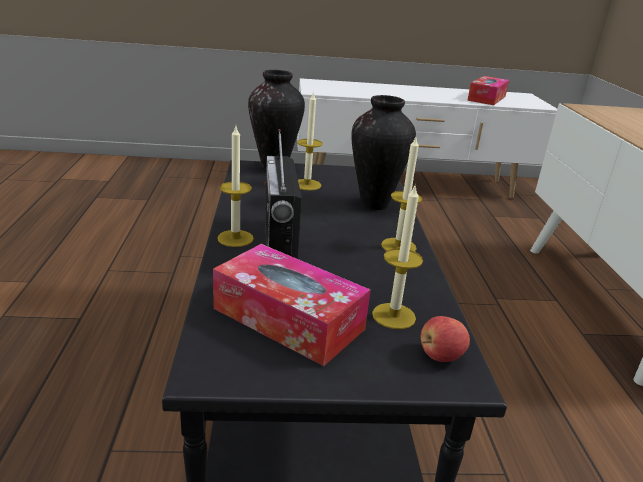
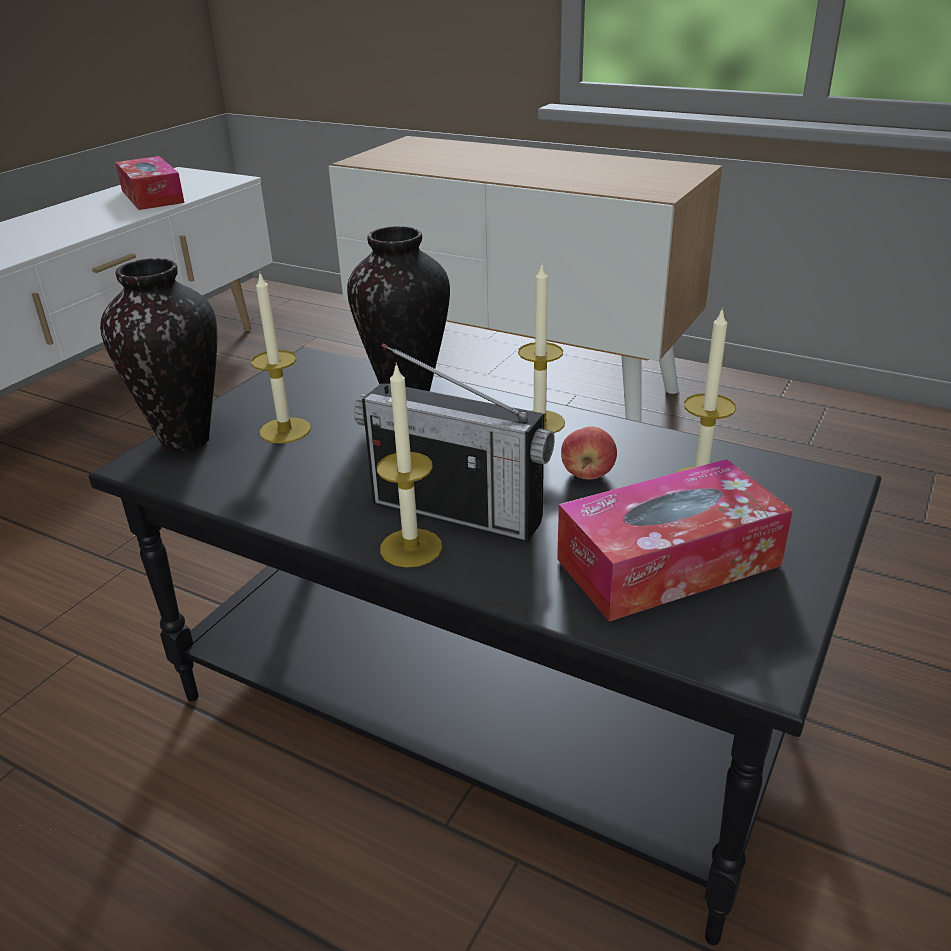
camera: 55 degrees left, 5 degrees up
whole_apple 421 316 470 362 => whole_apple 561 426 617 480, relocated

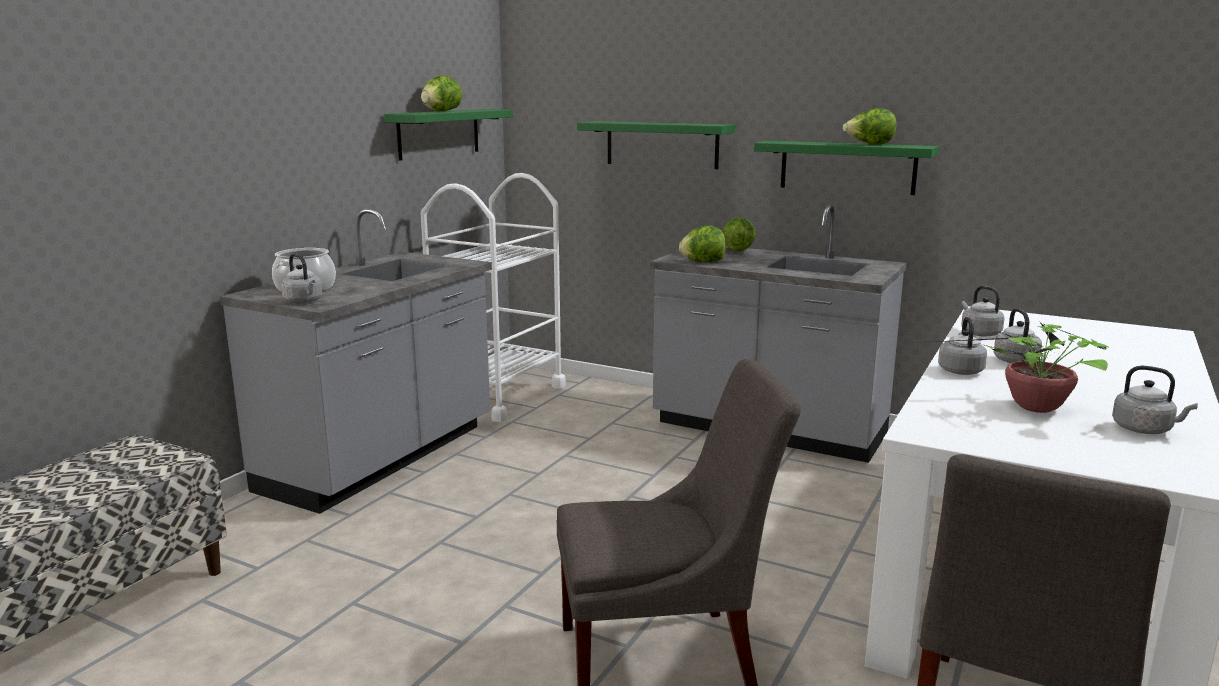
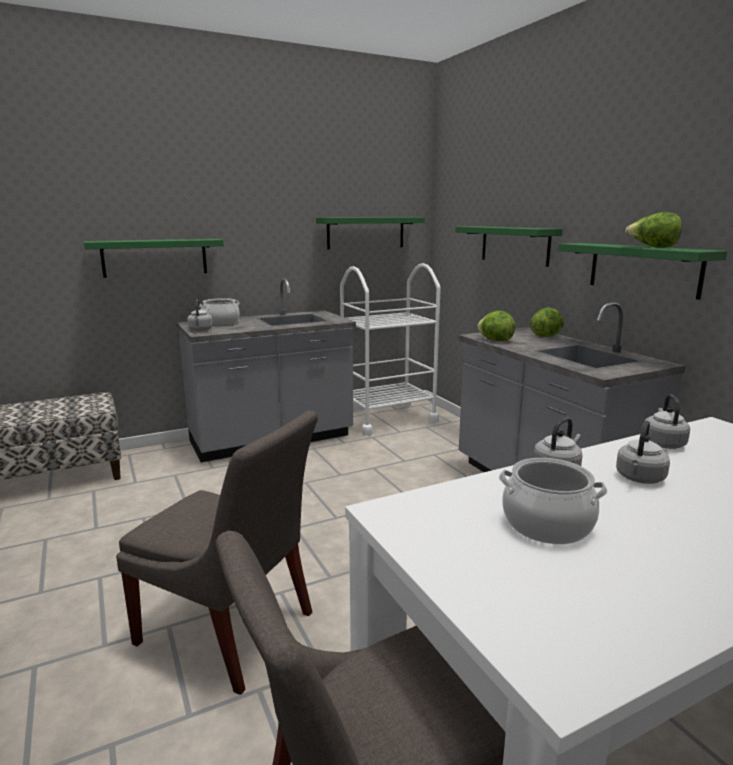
camera: 35 degrees right, 0 degrees up
nothing => green-coloured_shelf 83 239 224 278
plant_in_a_pot 914 321 1110 413 => stockpot 499 458 608 544
lettuce 421 75 462 112 => nothing
gray_tea_kettle 1112 366 1198 434 => nothing

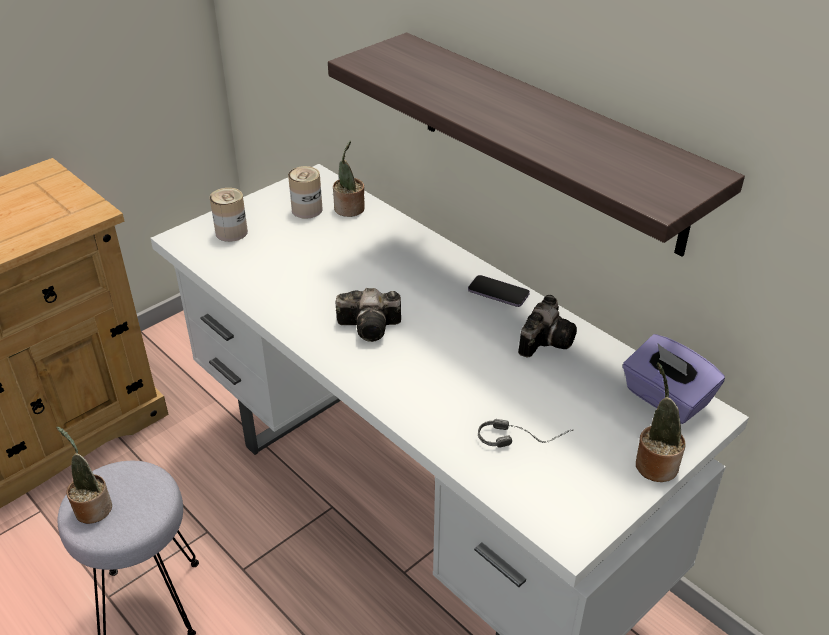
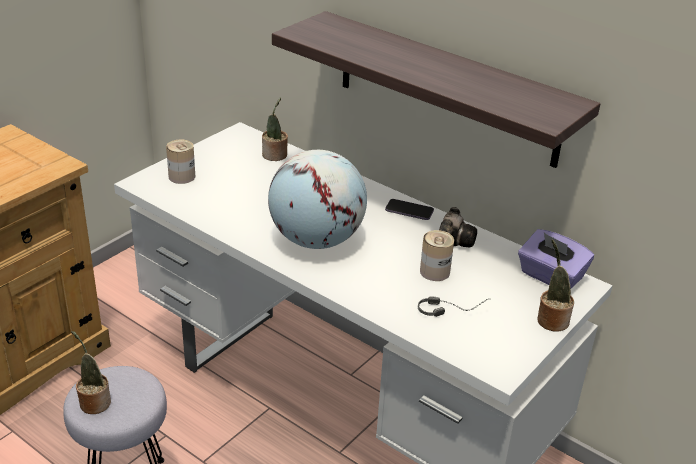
camera: 10 degrees left, 5 degrees down
still_camera 336 288 401 342 => desk_globe 268 150 367 249
can 288 166 323 219 => can 420 230 454 281, relocated

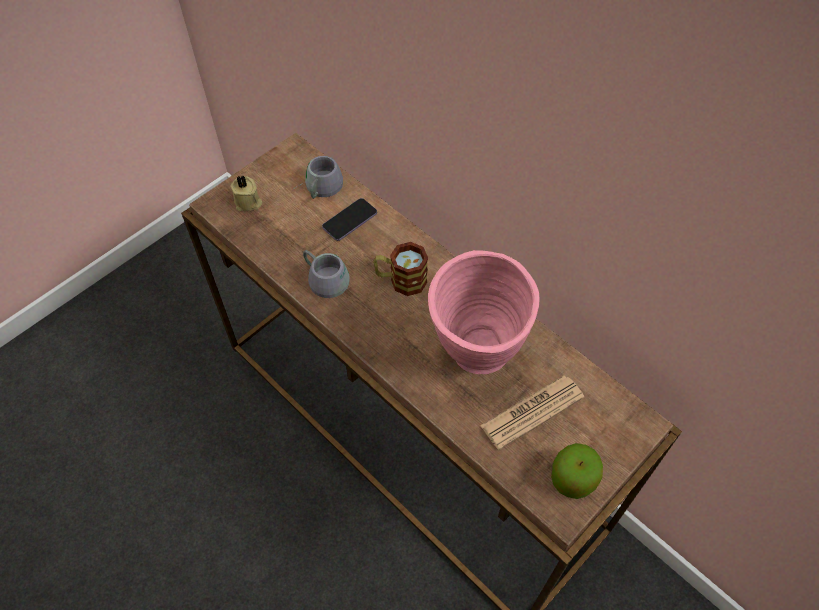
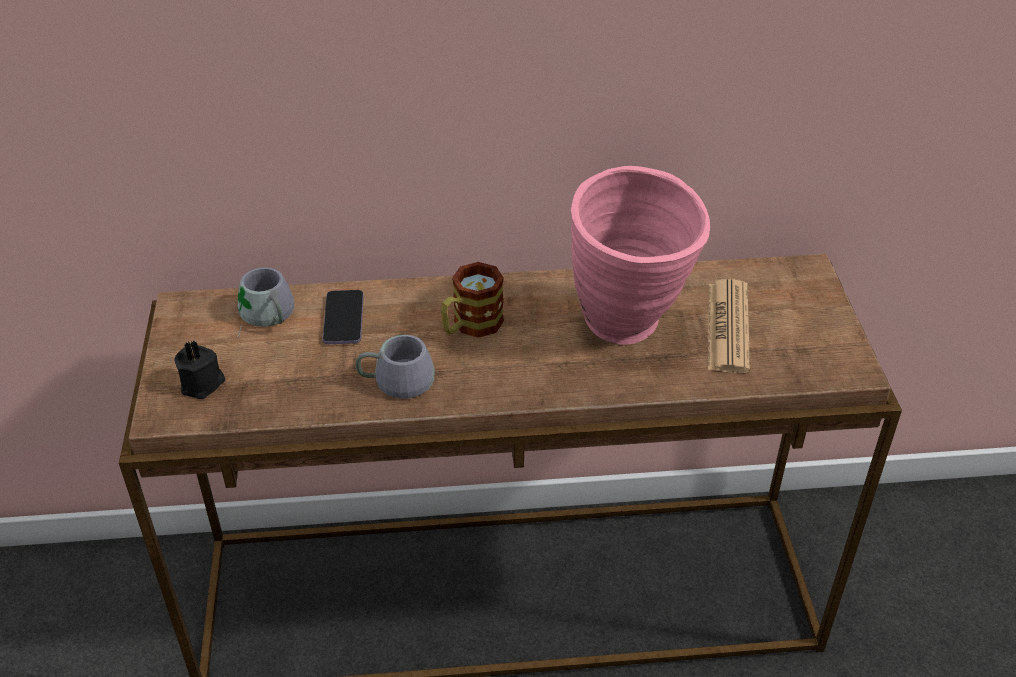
camera: 50 degrees left, 15 degrees down
beige_wax_light 231 176 262 211 => black_wax_light 175 341 225 399
whole_apple 551 443 603 499 => nothing

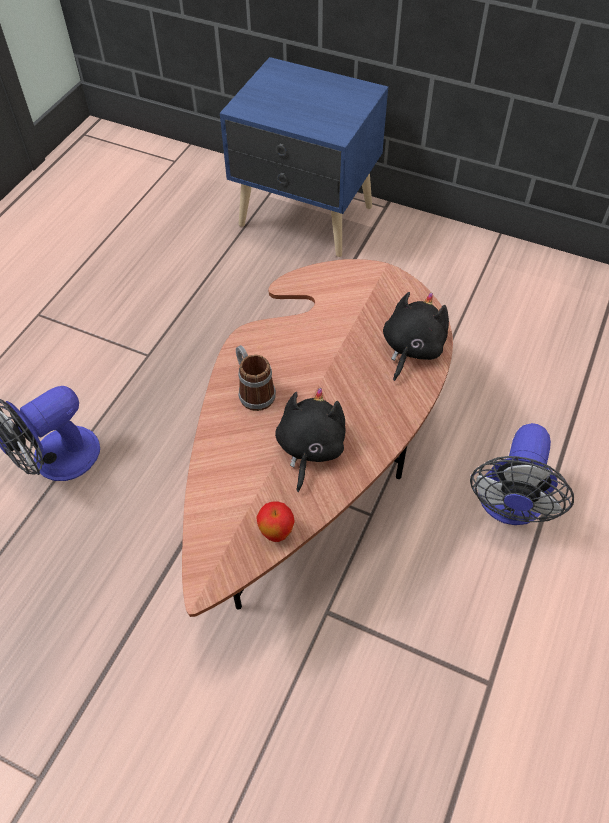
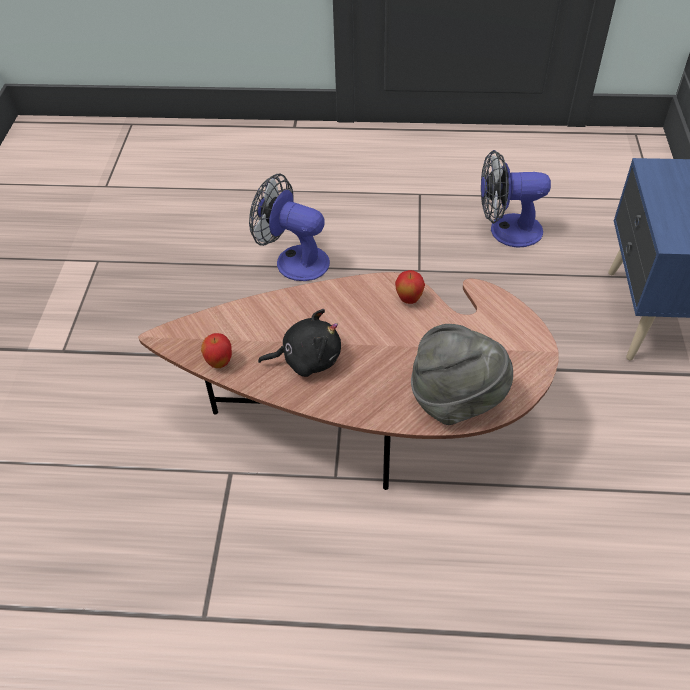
camera: 70 degrees right, 5 degrees down
nothing => whole_apple 395 270 425 304
black_plush_toy 383 292 449 381 => gray_clothing_hat 411 324 513 425
cooling_fan 470 423 574 525 => cooling_fan 481 150 551 248, relocated
mug 236 345 276 411 => nothing

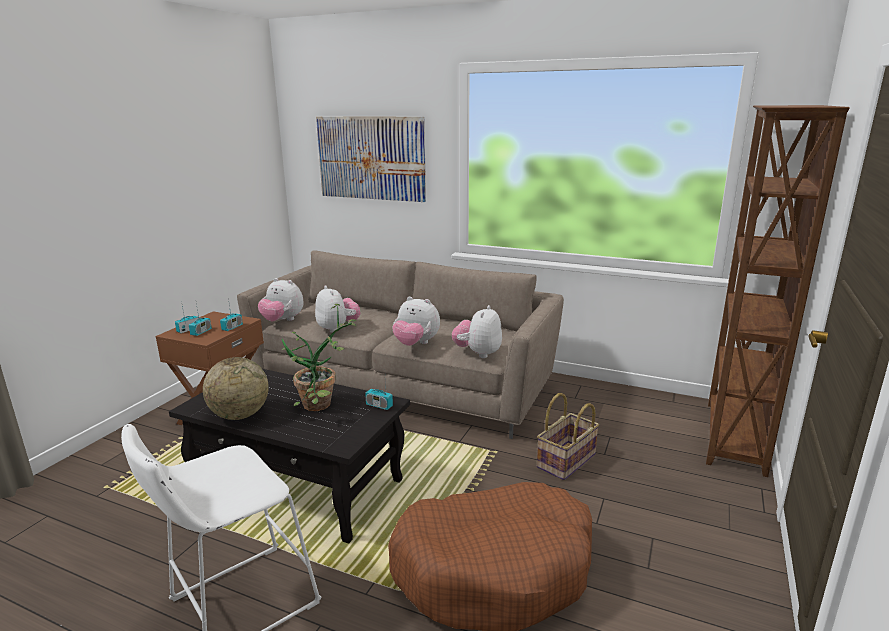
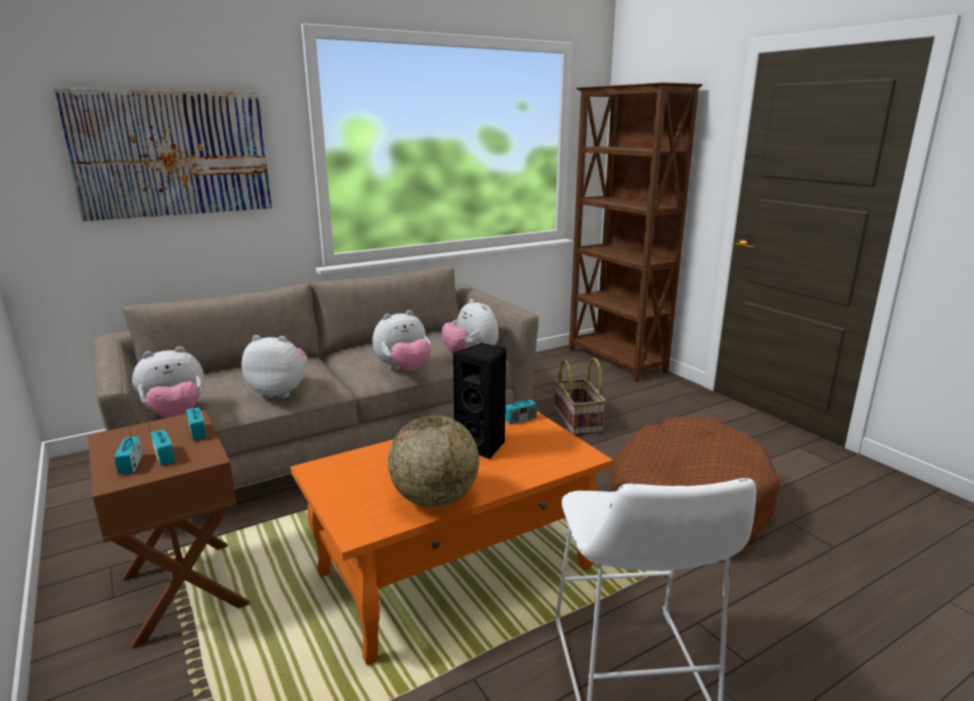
camera: 55 degrees left, 0 degrees up
black_lounge_table 169 369 410 543 => orange_lounge_table 291 411 613 665
plant_in_a_pot 282 304 357 411 => black_speaker 453 343 506 459

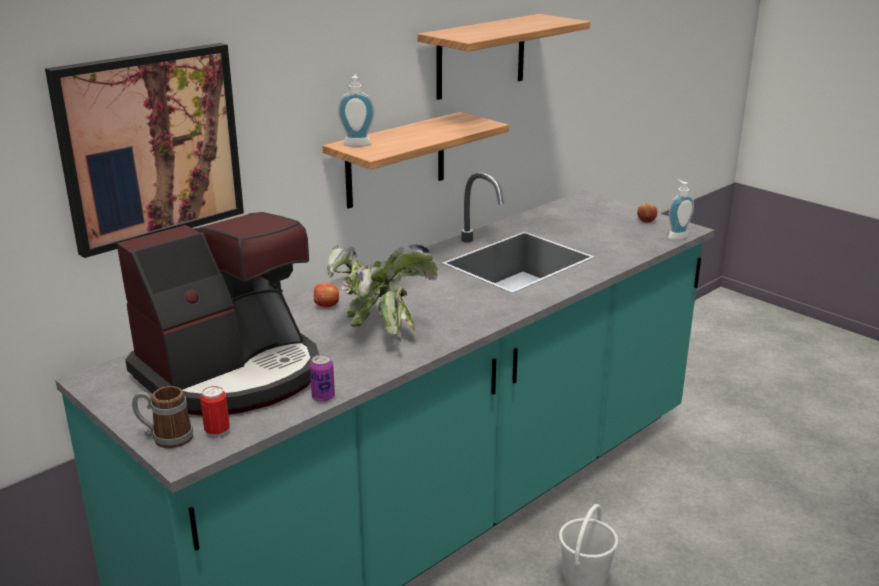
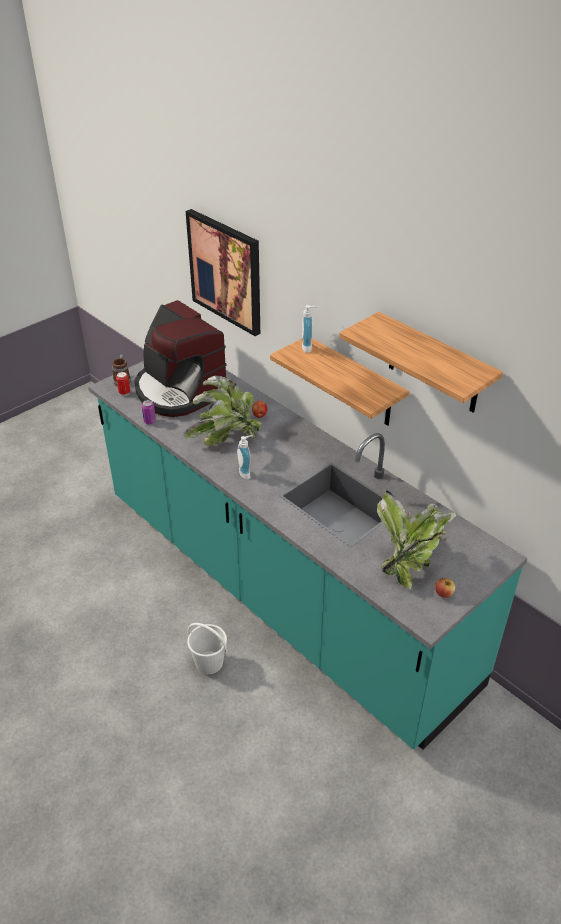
camera: 90 degrees right, 15 degrees up
liquid_soap_bottle 668 179 694 240 => liquid_soap_bottle 237 435 253 480, relocated
nothing => plant_in_a_pot 377 491 457 589

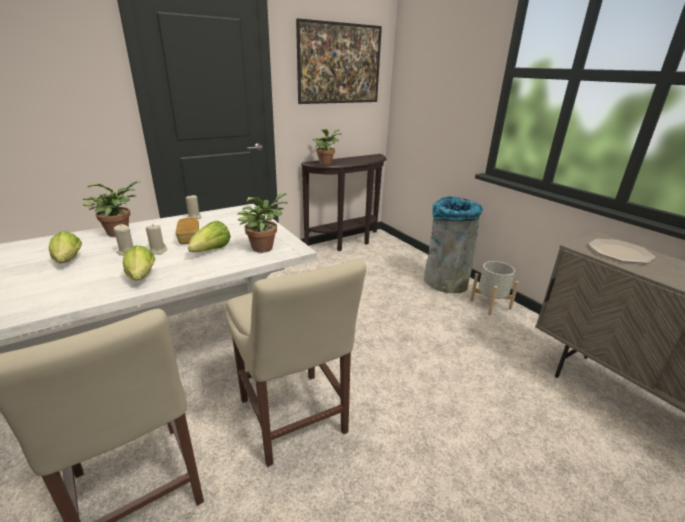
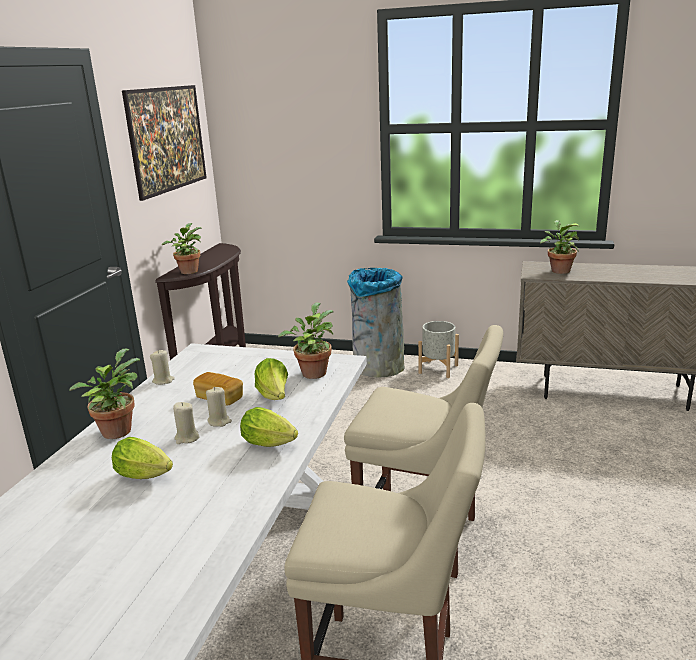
camera: 40 degrees left, 5 degrees down
plate 588 239 656 263 => plant_in_a_pot 540 220 579 274

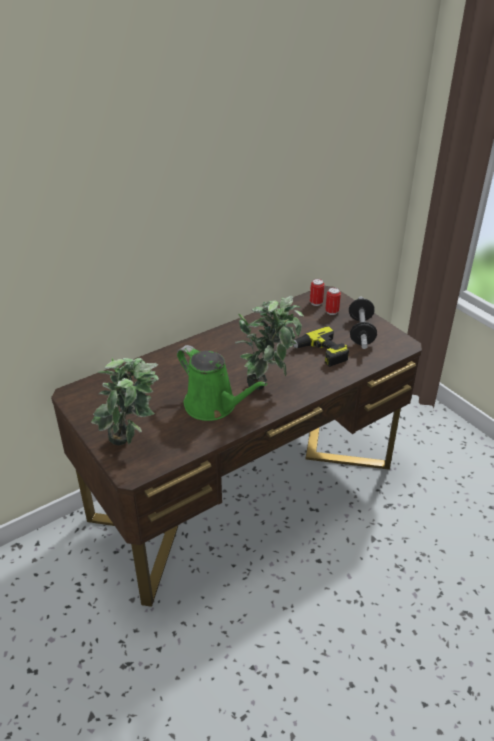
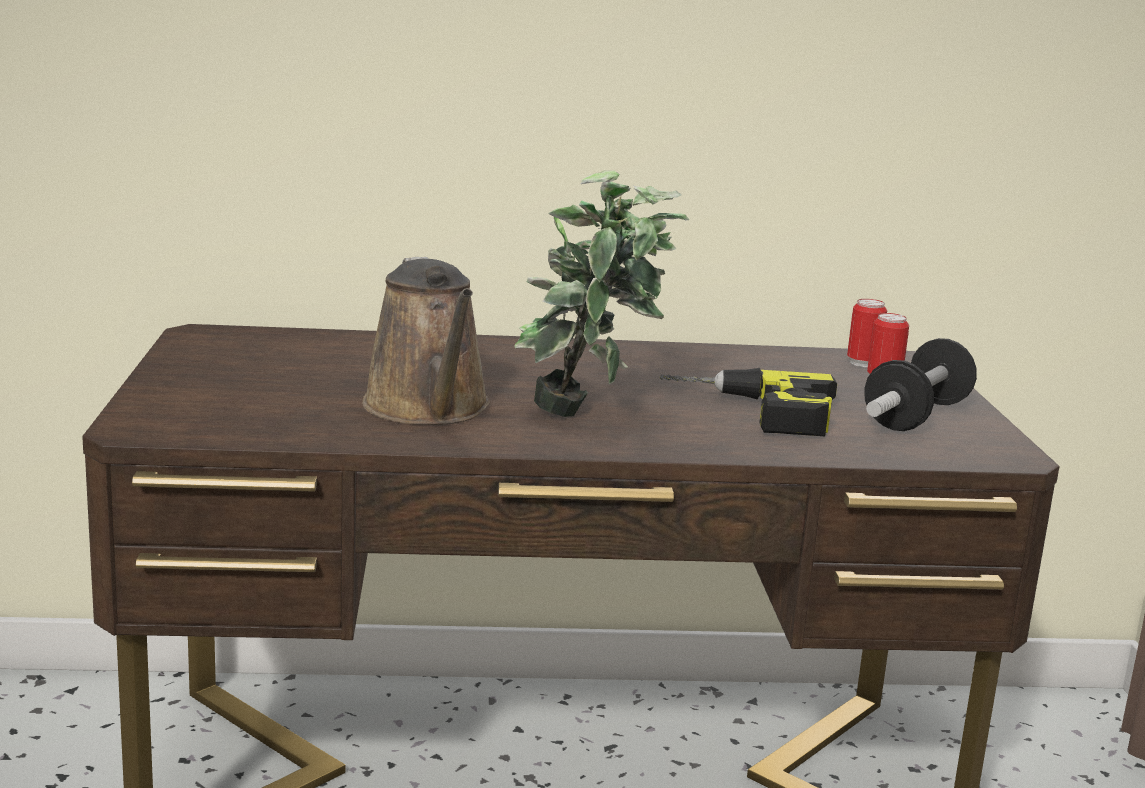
camera: 30 degrees right, 20 degrees down
green-coloured_watering_pot 177 345 267 421 => brown-coloured_watering_pot 362 257 490 425
plant_in_a_pot 91 358 159 445 => nothing

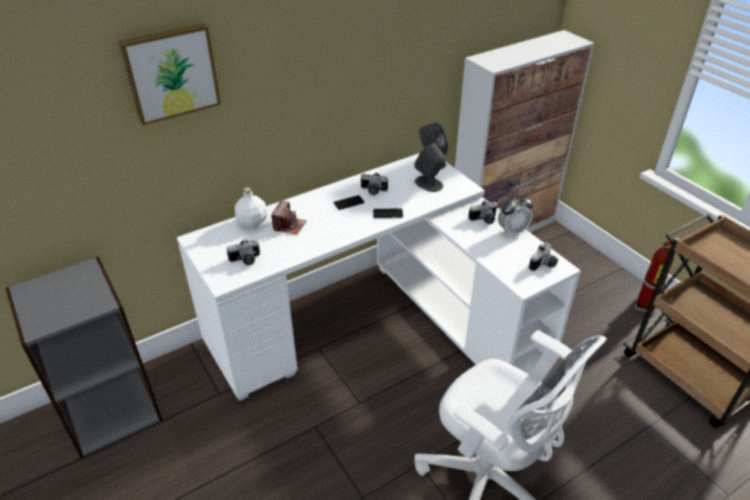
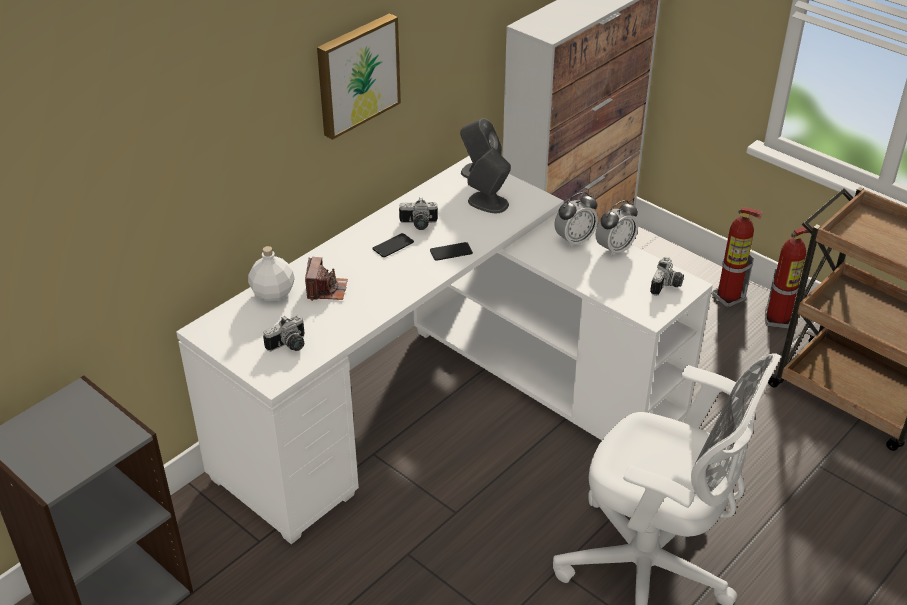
camera: 15 degrees left, 0 degrees up
wall_art 119 23 221 125 => wall_art 317 13 401 140, relocated
still_camera 468 200 497 224 => bedside_clock 554 192 598 248
nothing => fire-fighting_cylinder 712 207 762 308

